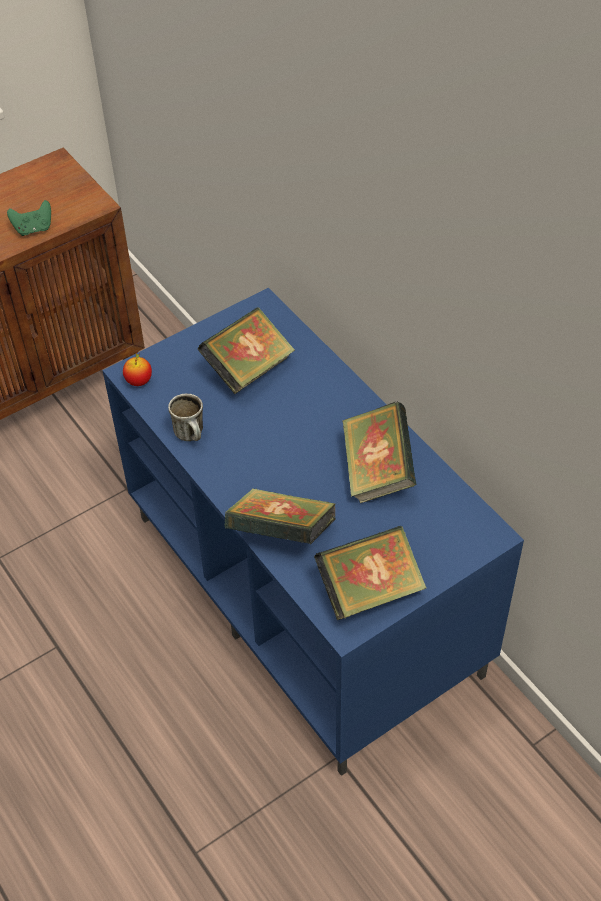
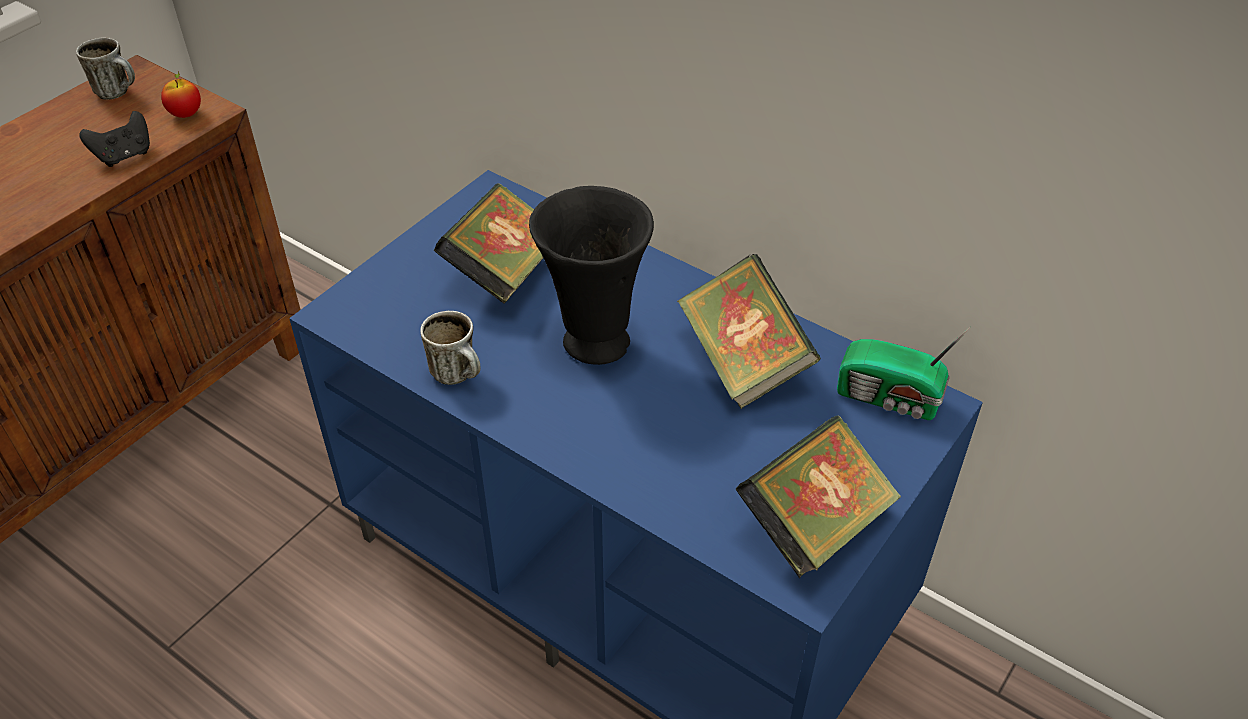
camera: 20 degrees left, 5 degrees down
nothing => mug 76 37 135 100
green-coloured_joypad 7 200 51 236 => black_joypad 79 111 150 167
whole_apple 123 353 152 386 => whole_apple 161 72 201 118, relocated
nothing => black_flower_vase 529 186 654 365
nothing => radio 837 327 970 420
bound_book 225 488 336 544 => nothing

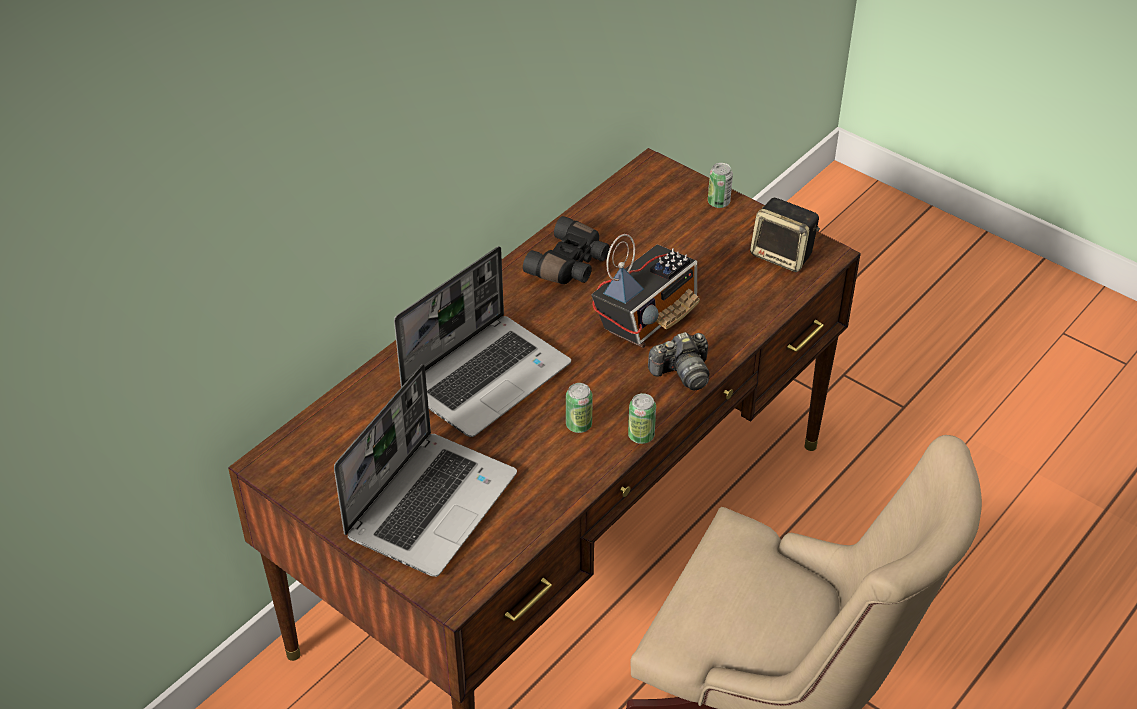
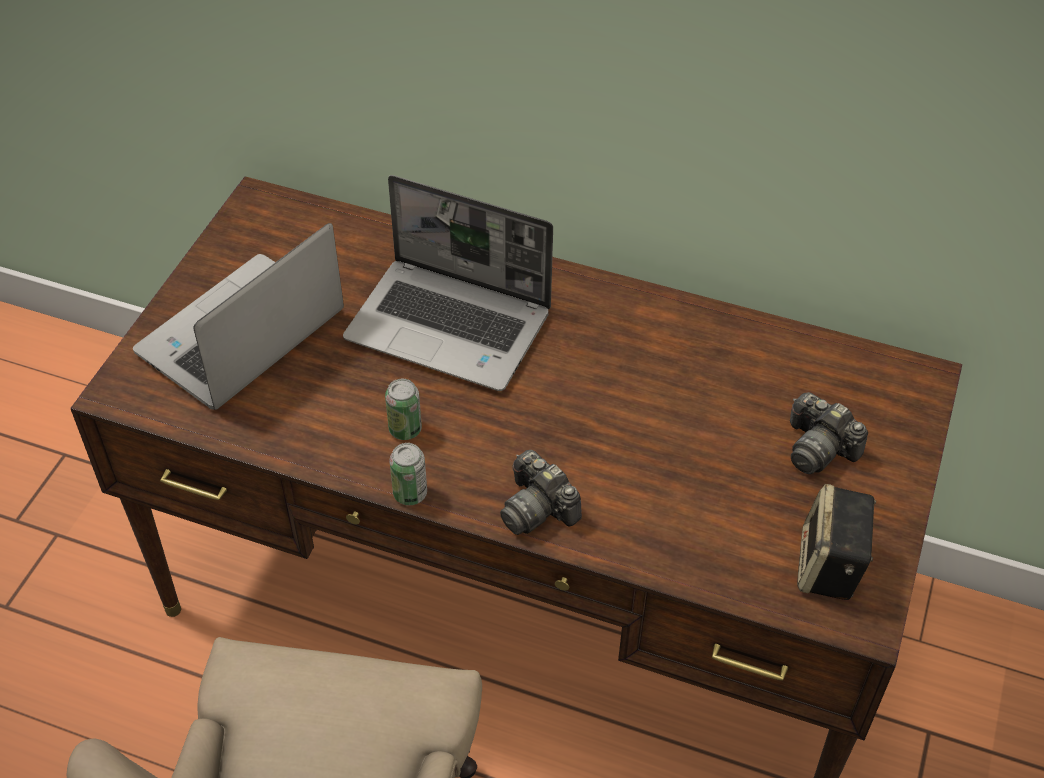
camera: 70 degrees right, 5 degrees up
portable_computer 334 364 517 577 => portable_computer 133 223 344 410, 120 degrees clockwise
nothing => still_camera 790 392 868 474
black_field_glasses 523 216 610 284 => nothing
radio 591 234 700 348 => nothing
can 708 163 733 208 => nothing

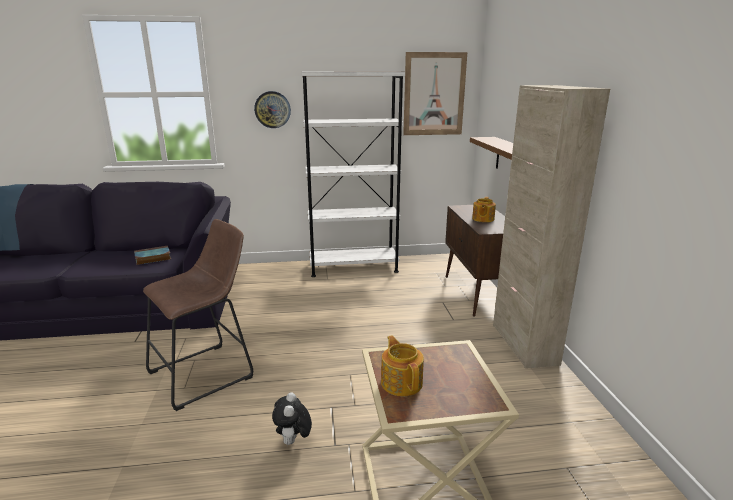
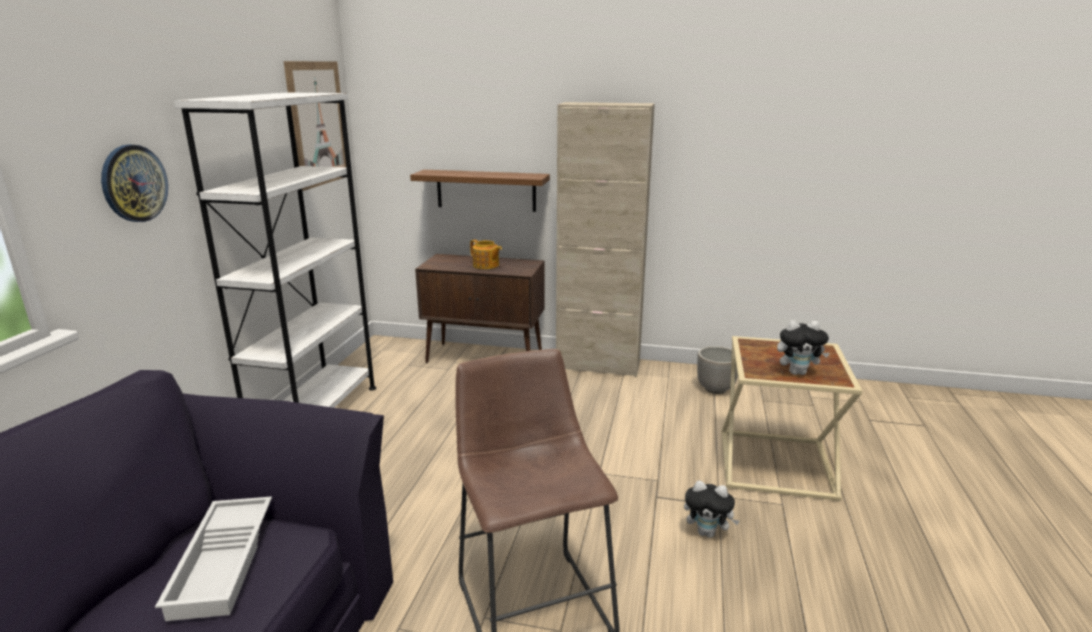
camera: 70 degrees left, 0 degrees up
bound_book 134 246 171 265 => white-coloured_serving_tray 155 496 272 621
nothing => flower_pot 697 346 738 394
tea_pot 381 335 424 396 => plush_toy 777 320 829 375

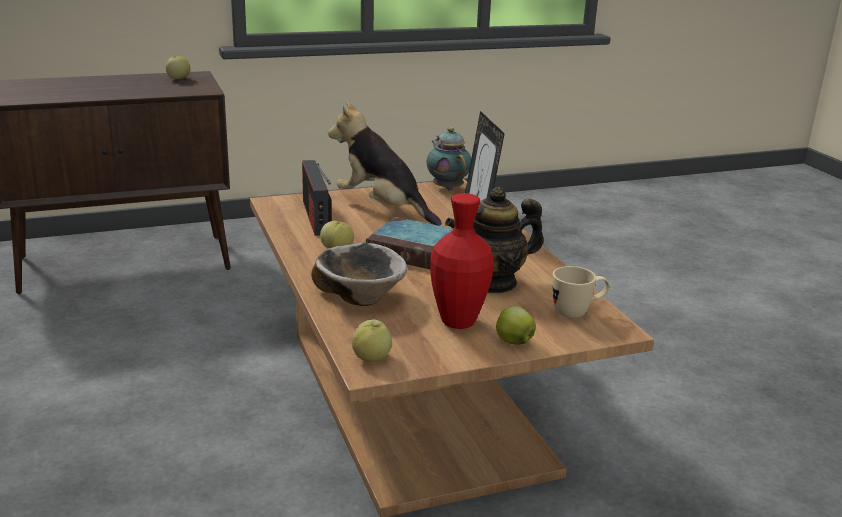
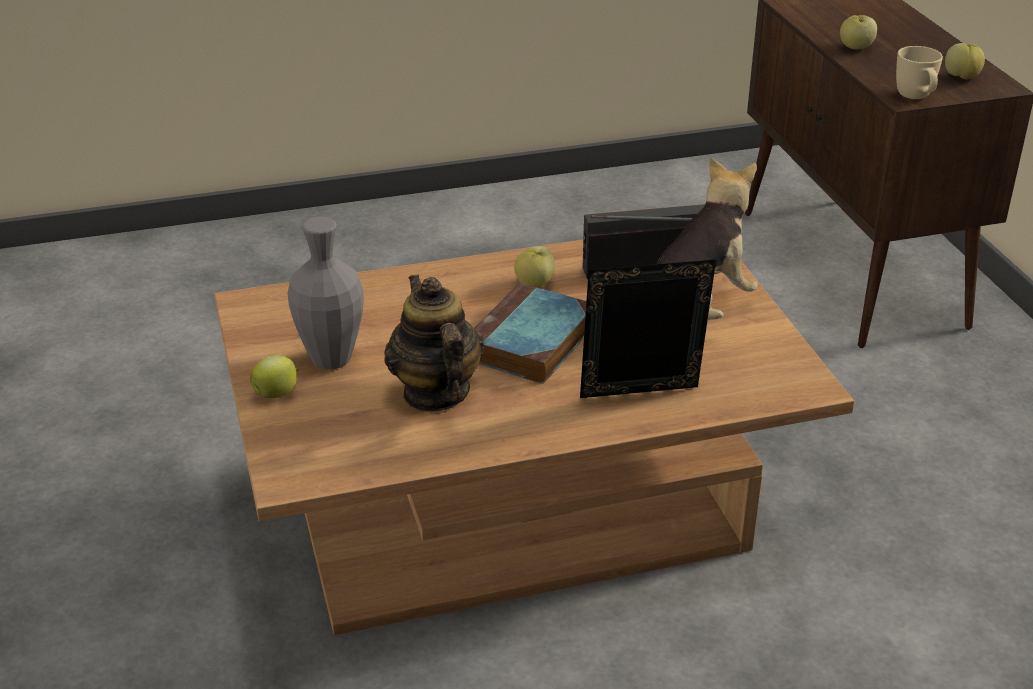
camera: 95 degrees right, 10 degrees up
red_flower_vase 430 193 494 329 => gray_flower_vase 287 216 364 370
whole_apple 352 320 392 362 => whole_apple 840 15 877 50, relocated
beige_mug 552 266 609 318 => beige_mug 896 46 943 99, relocated
serving_bowl 311 243 407 306 => nothing
tea_pot 427 127 471 191 => nothing

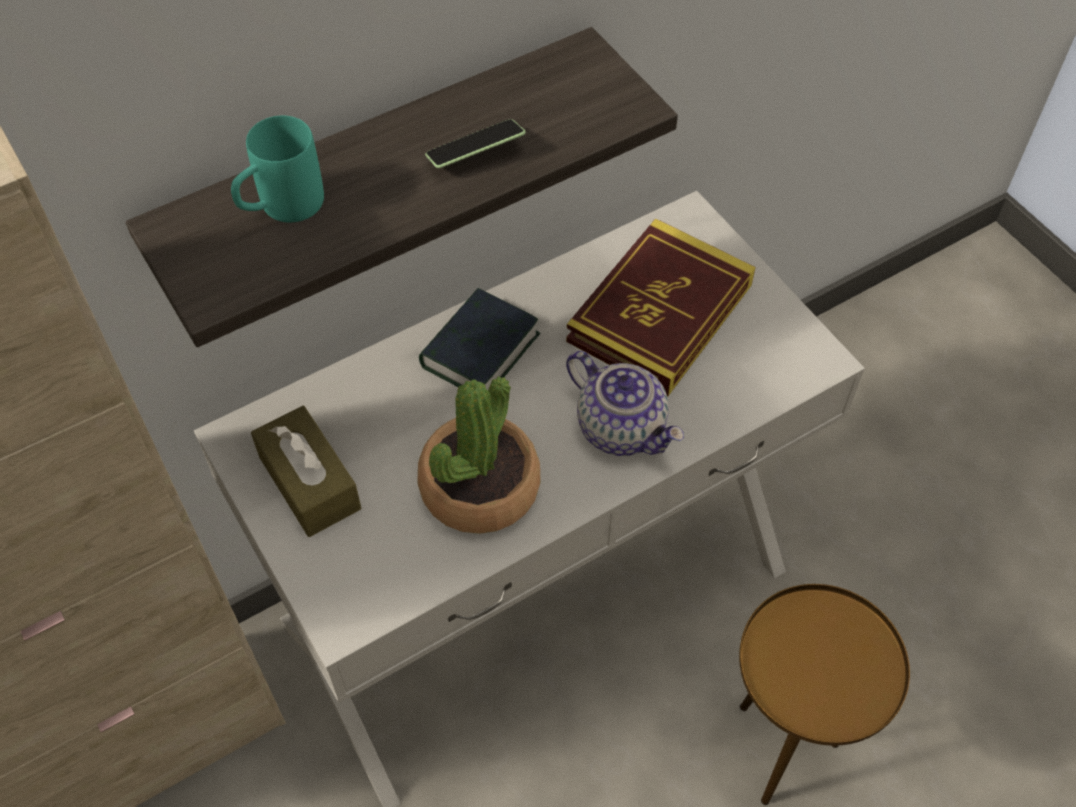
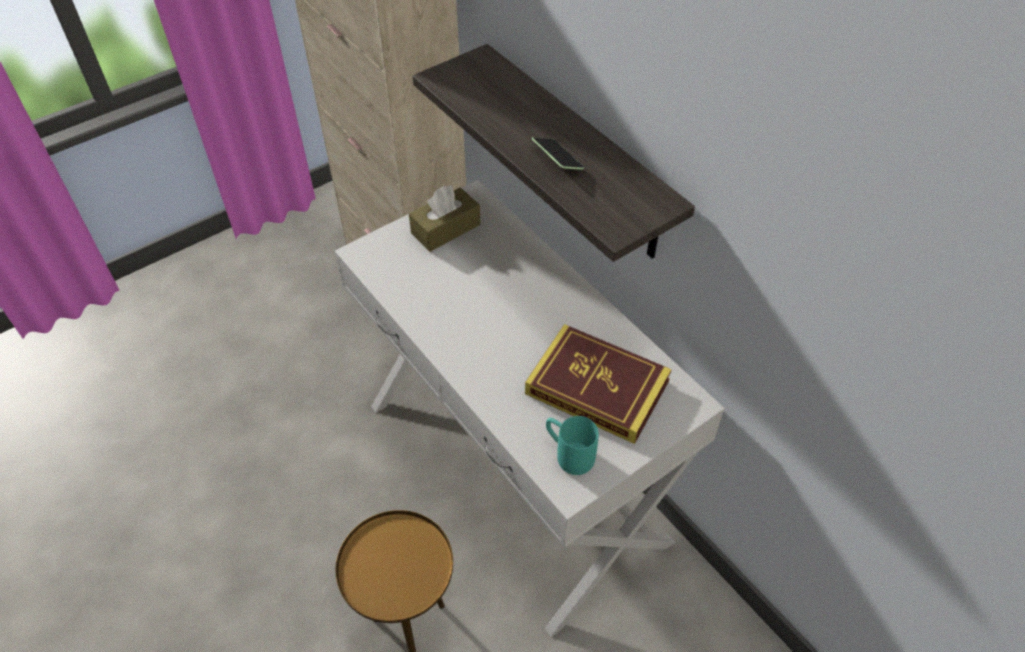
camera: 85 degrees right, 5 degrees down
turquoise_mug 231 116 324 222 => turquoise_mug 546 416 599 475, relocated
plant_in_a_pot 417 376 540 534 => nothing
bound_book 419 288 541 390 => nothing
tea_pot 566 351 684 456 => nothing

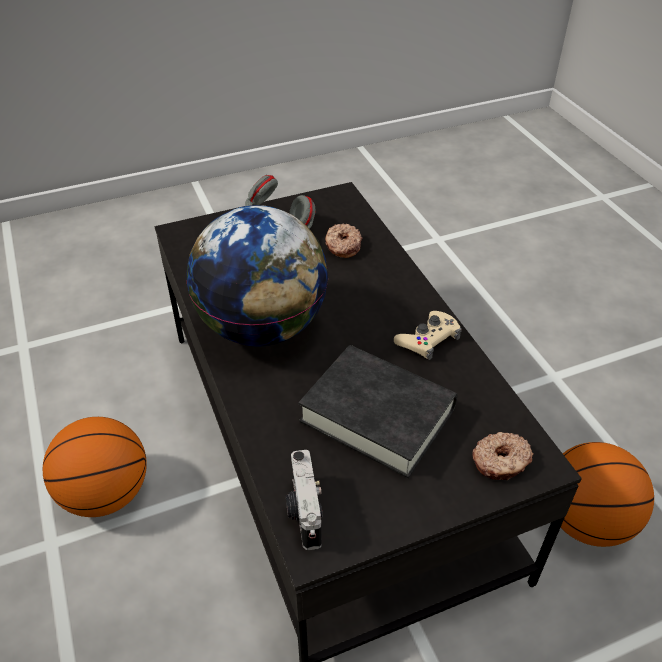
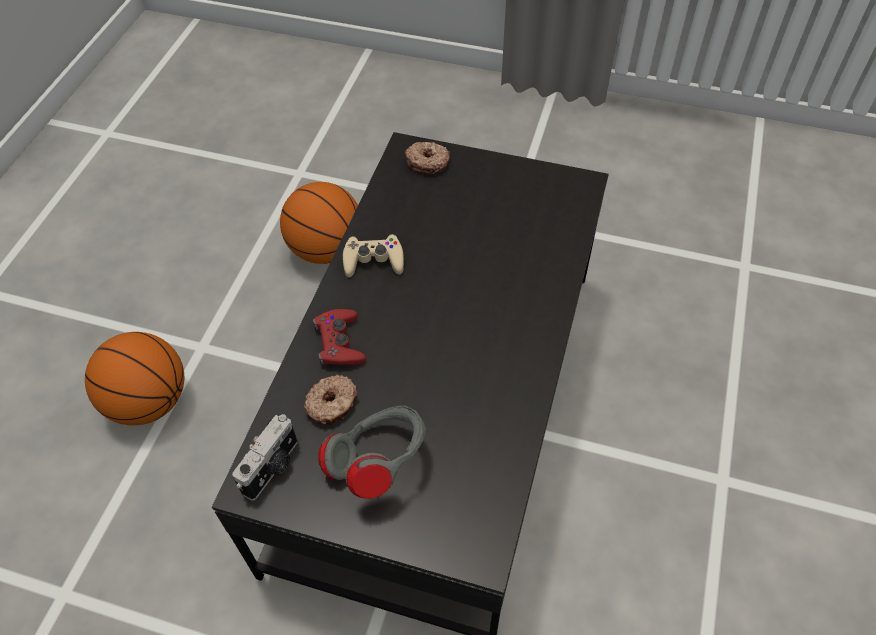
camera: 140 degrees left, 10 degrees up
ball_for_basketball 43 417 147 517 => ball_for_basketball 85 332 184 425, relocated
still_camera 286 450 323 550 => still_camera 232 414 297 501, relocated
nothing => red_joypad 313 309 366 365
desk_globe 186 205 329 347 => nothing
black_bound_book 298 345 457 478 => nothing

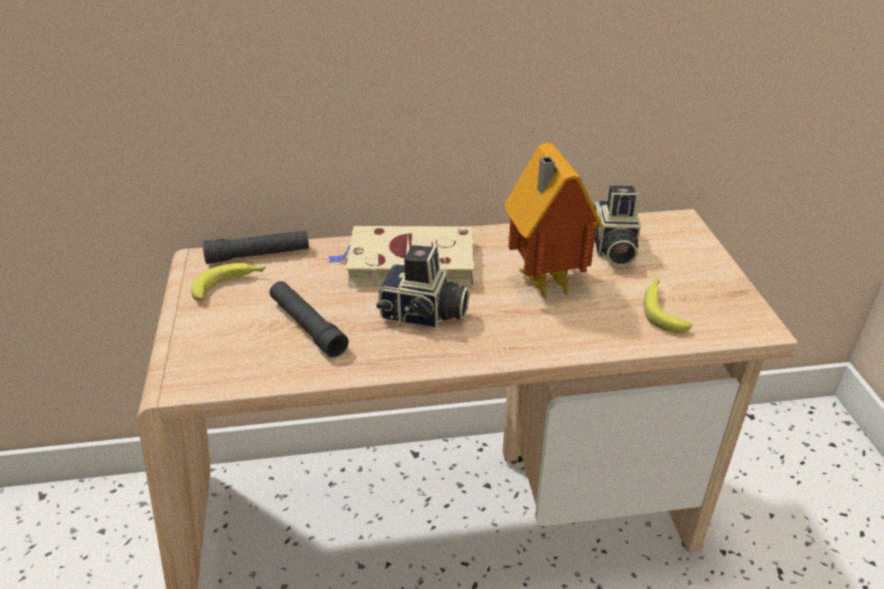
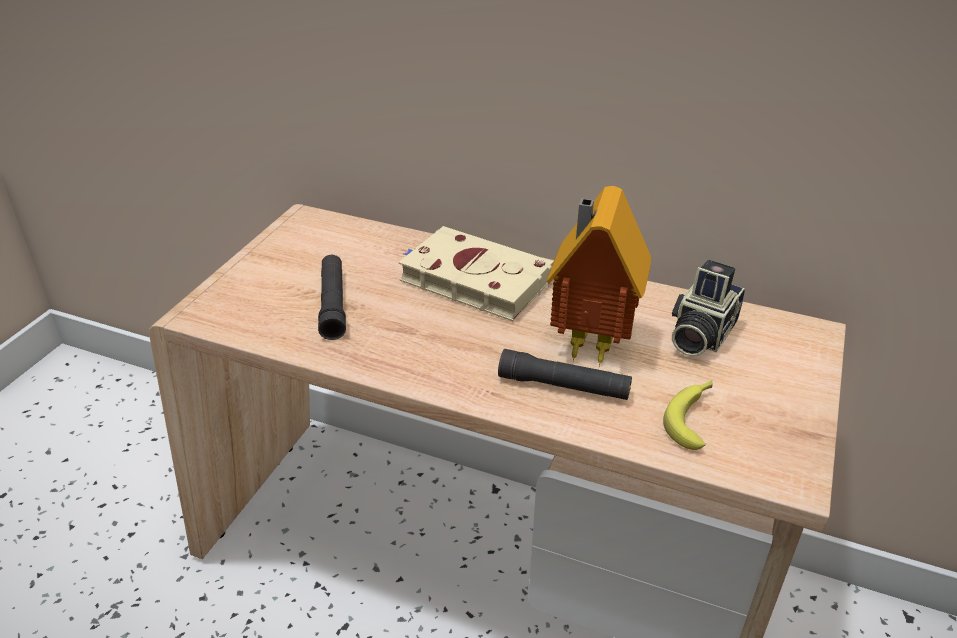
camera: 30 degrees right, 0 degrees up
black_torch 203 231 309 264 => black_torch 498 349 632 400, relocated
whole_banana 191 263 266 301 => nothing
still_camera 377 244 469 328 => nothing

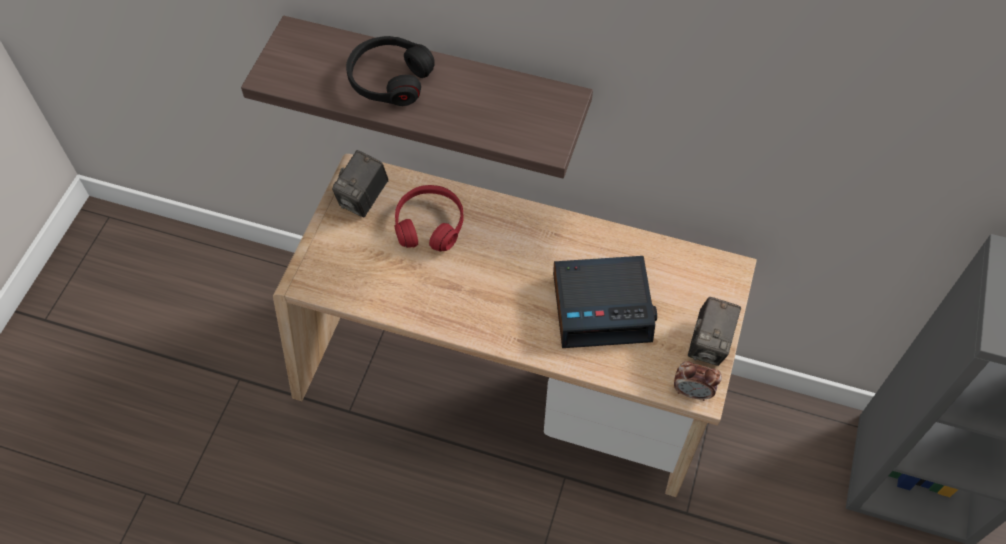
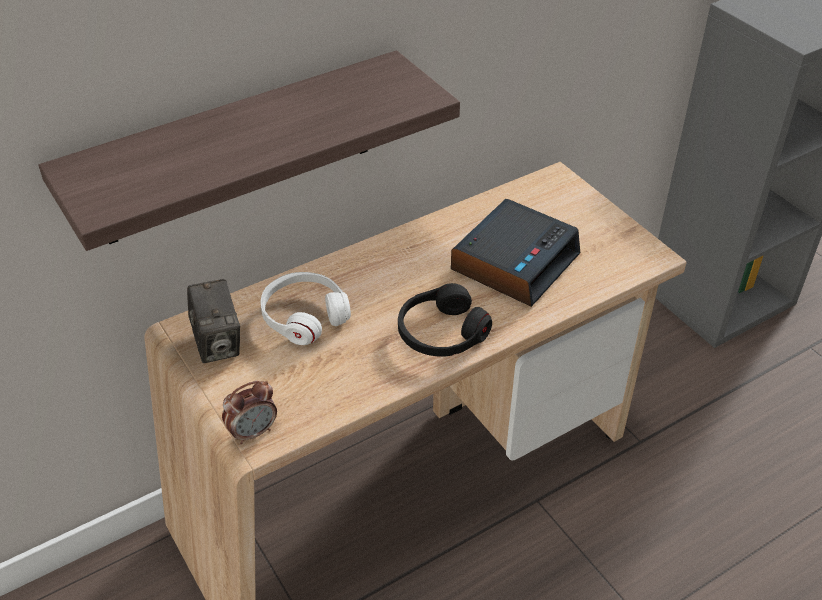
camera: 50 degrees left, 15 degrees down
bedside_clock 674 361 722 401 => bedside_clock 222 381 277 445, relocated
red_pair_of_headphones 394 185 464 252 => white-coloured_pair_of_headphones 260 272 351 345
black_pair_of_headphones 346 36 434 106 => black_pair_of_headphones 398 283 492 357, relocated
still_camera 688 297 741 366 => nothing

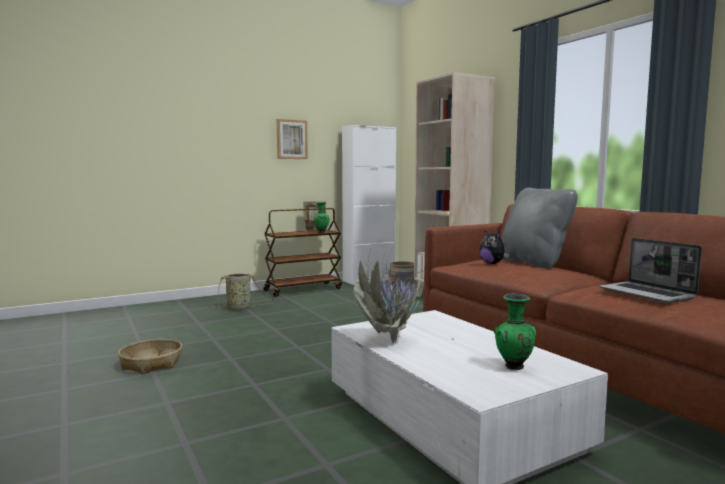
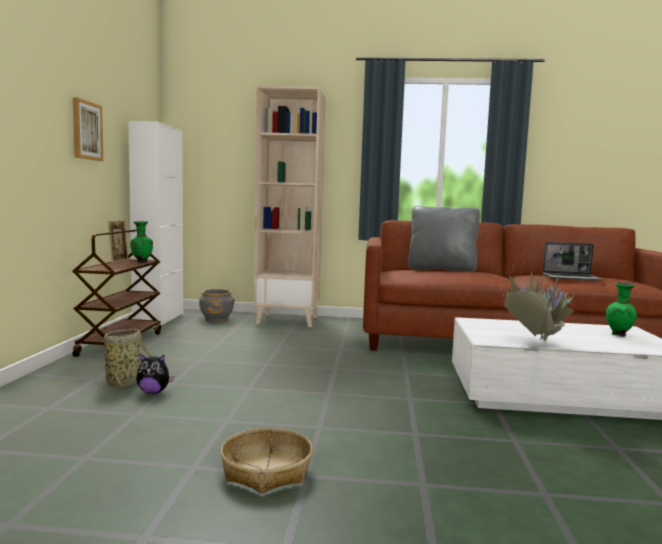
camera: 55 degrees left, 0 degrees up
plush_toy 479 231 509 264 => plush_toy 136 354 174 394, relocated

